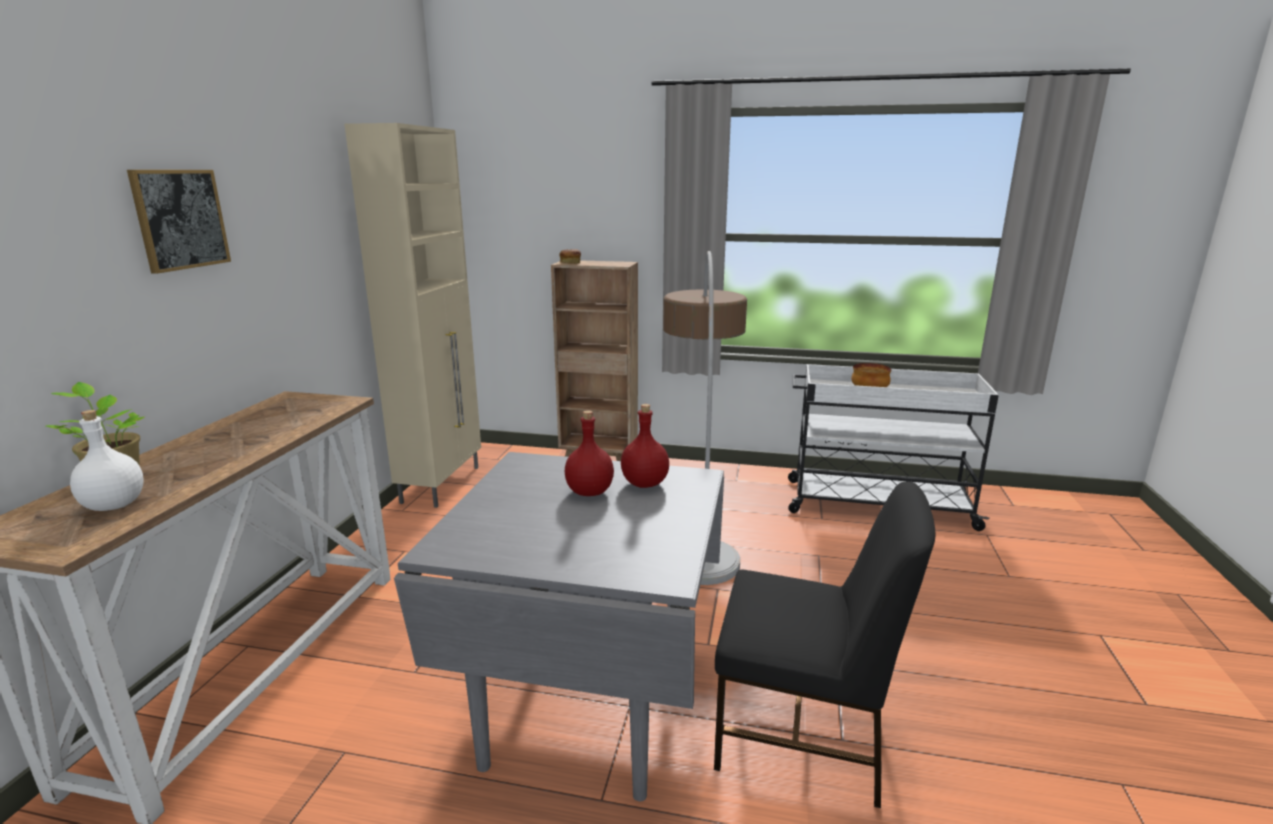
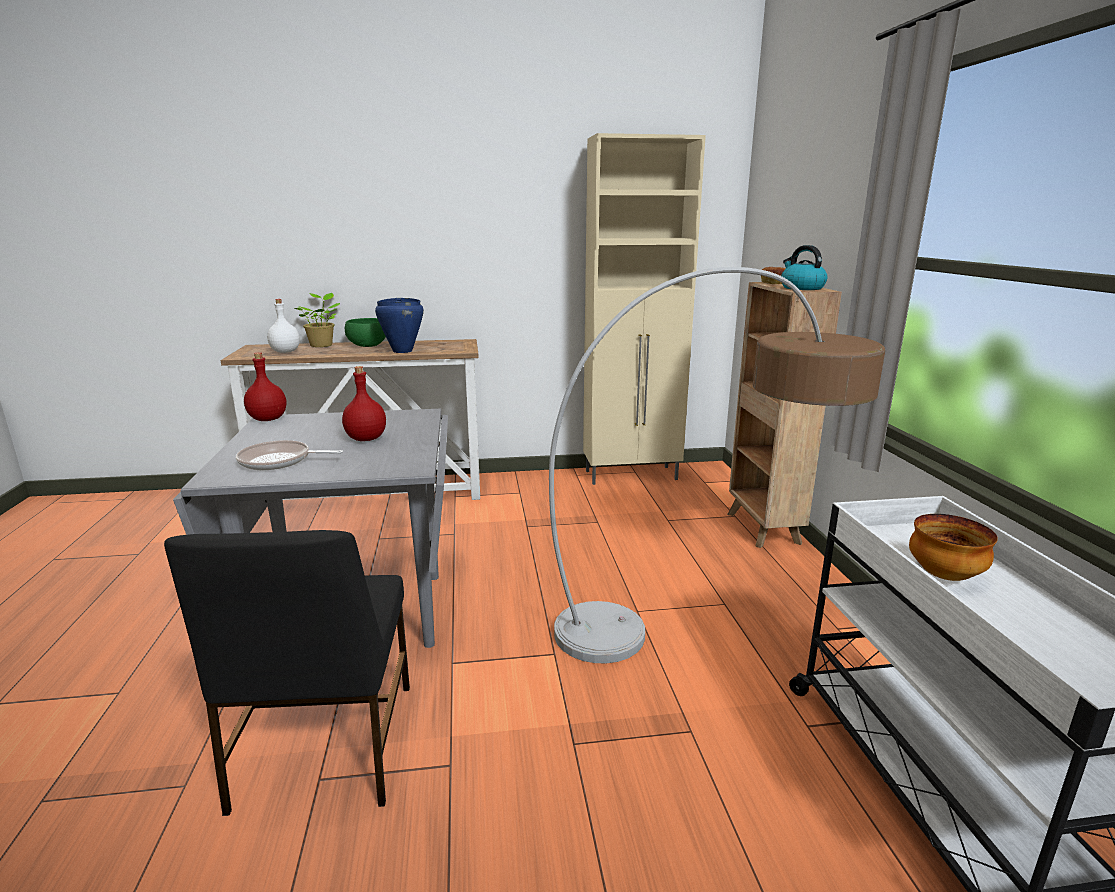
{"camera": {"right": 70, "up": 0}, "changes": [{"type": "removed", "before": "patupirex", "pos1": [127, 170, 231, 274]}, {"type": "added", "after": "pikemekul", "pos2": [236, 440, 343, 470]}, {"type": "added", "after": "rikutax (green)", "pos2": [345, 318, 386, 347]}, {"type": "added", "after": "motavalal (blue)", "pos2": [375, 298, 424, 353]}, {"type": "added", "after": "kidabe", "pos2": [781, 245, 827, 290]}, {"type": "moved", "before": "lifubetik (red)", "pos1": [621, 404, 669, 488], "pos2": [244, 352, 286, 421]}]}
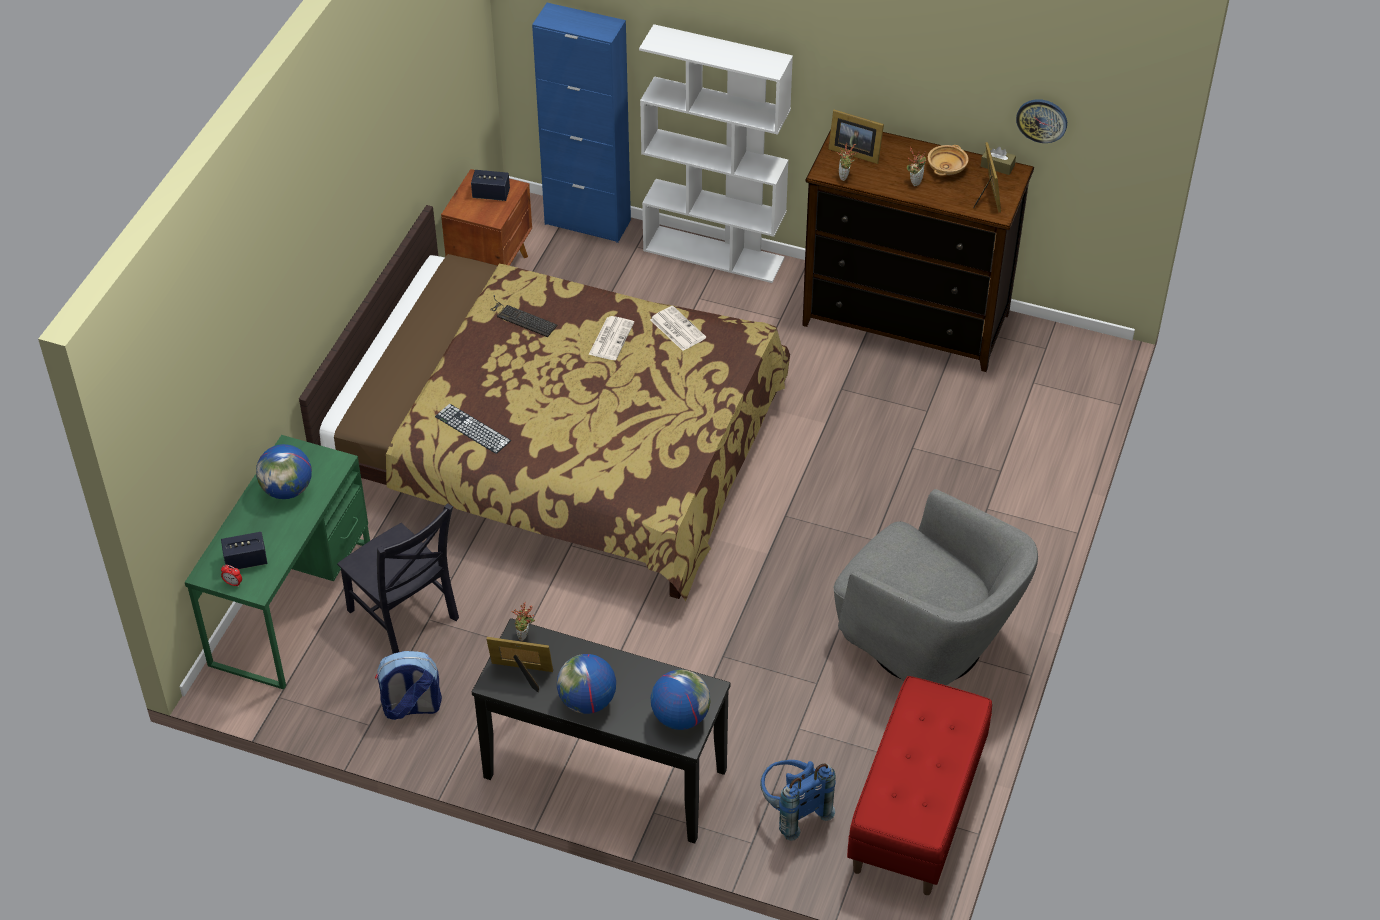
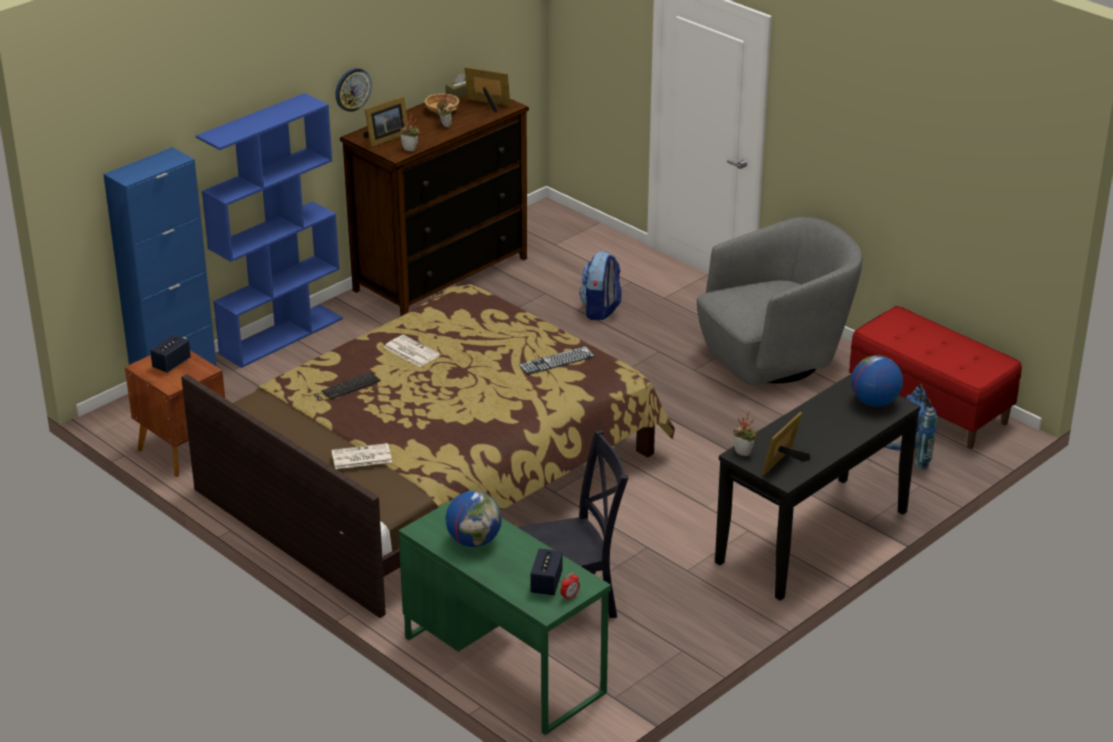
{"camera": {"right": -65, "up": -15}, "changes": [{"type": "removed", "before": "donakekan", "pos1": [557, 654, 616, 714]}, {"type": "moved", "before": "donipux", "pos1": [375, 651, 442, 720], "pos2": [579, 251, 621, 320]}, {"type": "moved", "before": "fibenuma", "pos1": [435, 404, 511, 454], "pos2": [519, 346, 595, 375]}, {"type": "moved", "before": "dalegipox", "pos1": [650, 306, 706, 351], "pos2": [332, 443, 392, 469]}, {"type": "moved", "before": "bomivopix", "pos1": [1016, 99, 1067, 143], "pos2": [335, 68, 372, 112]}, {"type": "recoloured", "before": "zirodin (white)", "after": "zirodin (blue)", "pos1": [639, 24, 793, 283], "pos2": [196, 93, 343, 368]}]}
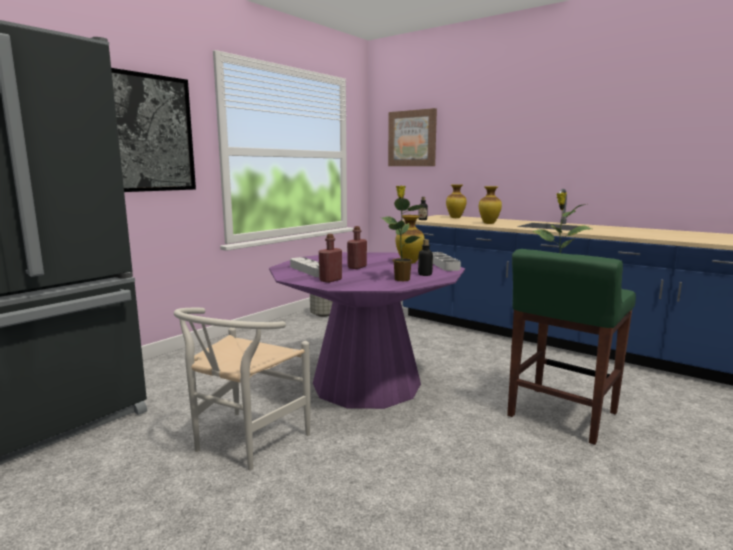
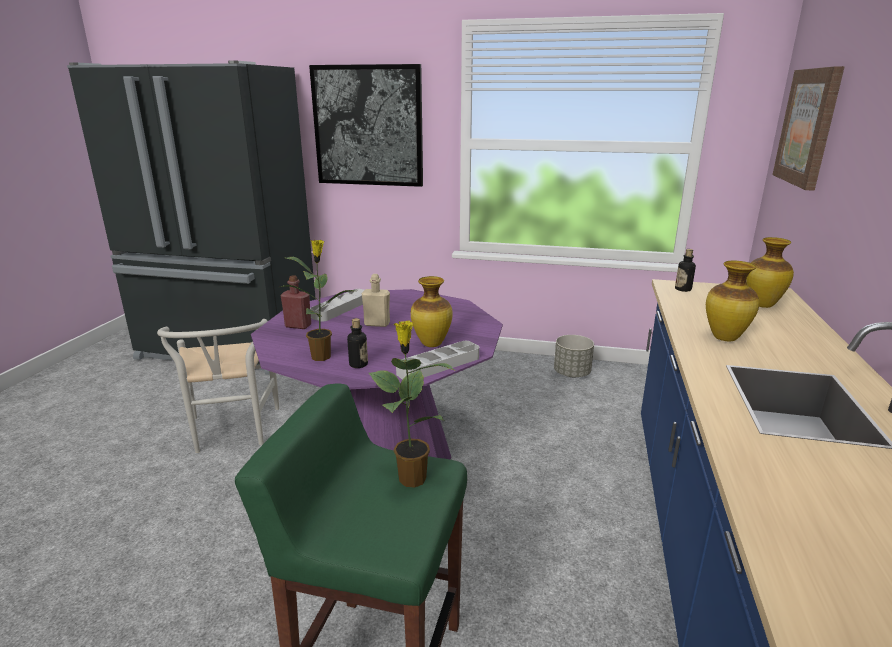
{"camera": {"right": 65, "up": 10}, "changes": [{"type": "recoloured", "before": "lifubetik (red)", "after": "lifubetik (beige)", "pos1": [347, 226, 367, 269], "pos2": [362, 274, 390, 327]}, {"type": "turned", "before": "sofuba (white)", "pos1": [174, 308, 310, 470], "pos2": [157, 319, 279, 453], "turn": -105}]}
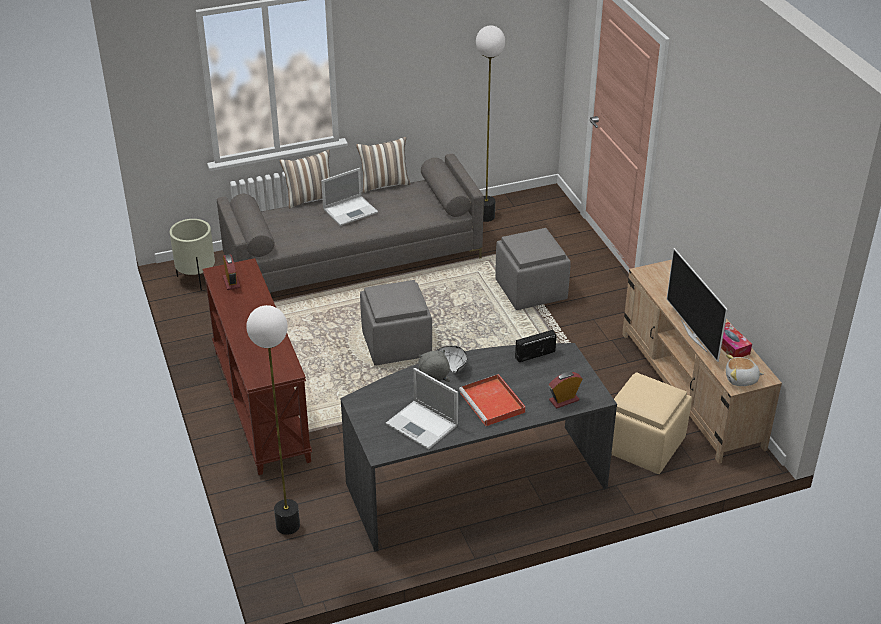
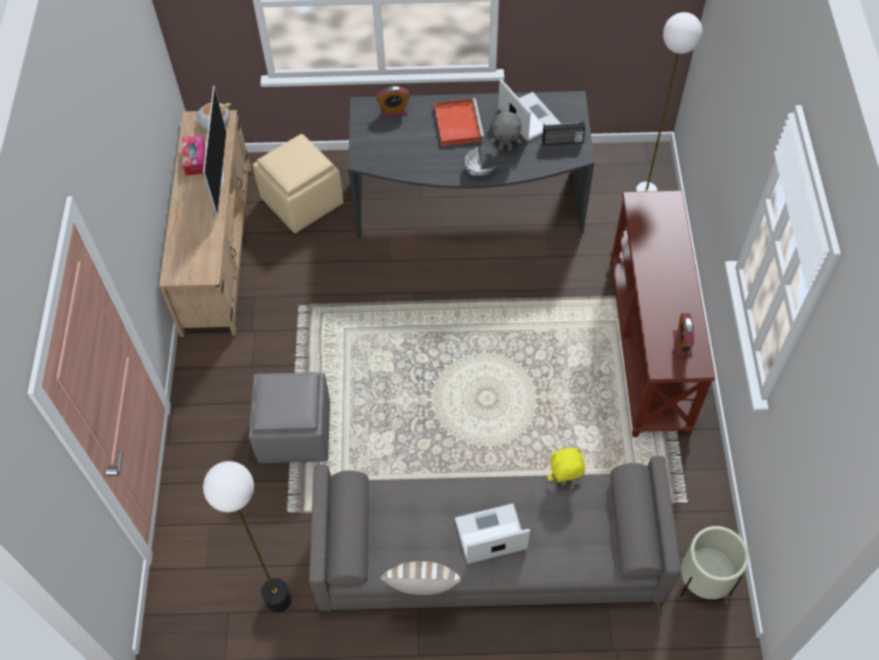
{"camera": {"right": -160, "up": 20}, "changes": [{"type": "removed", "before": "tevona", "pos1": [279, 149, 330, 209]}, {"type": "removed", "before": "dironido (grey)", "pos1": [360, 280, 432, 366]}, {"type": "added", "after": "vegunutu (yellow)", "pos2": [547, 448, 585, 483]}, {"type": "moved", "before": "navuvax", "pos1": [515, 330, 557, 362], "pos2": [542, 121, 585, 146]}]}
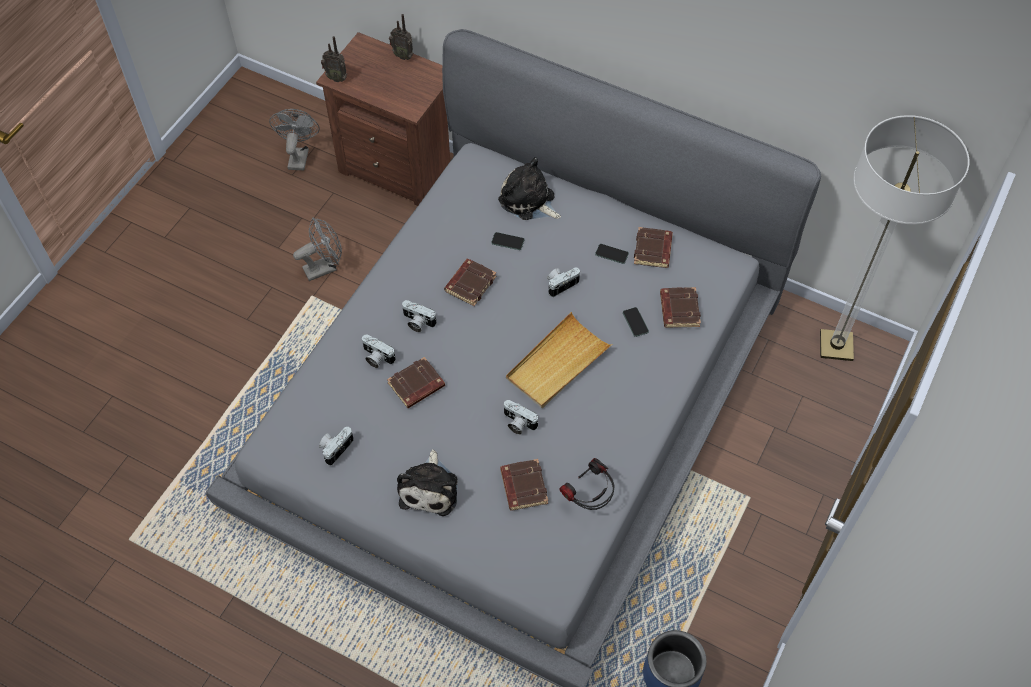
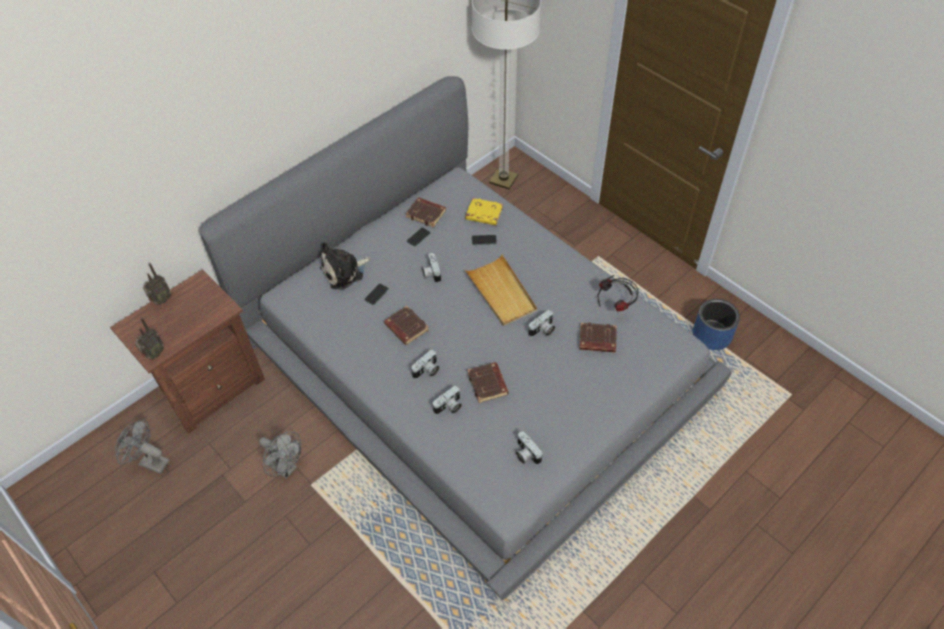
{"camera": {"right": -70, "up": -5}, "changes": [{"type": "removed", "before": "vegunutu", "pos1": [397, 450, 458, 516]}, {"type": "recoloured", "before": "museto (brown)", "after": "museto (yellow)", "pos1": [660, 287, 701, 328], "pos2": [465, 198, 503, 225]}, {"type": "turned", "before": "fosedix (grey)", "pos1": [293, 218, 342, 281], "pos2": [259, 431, 301, 478], "turn": 135}]}
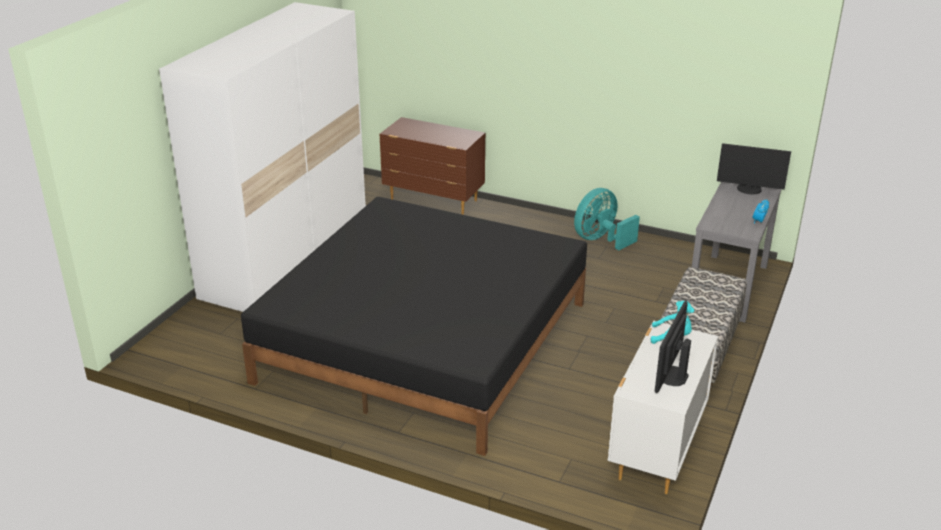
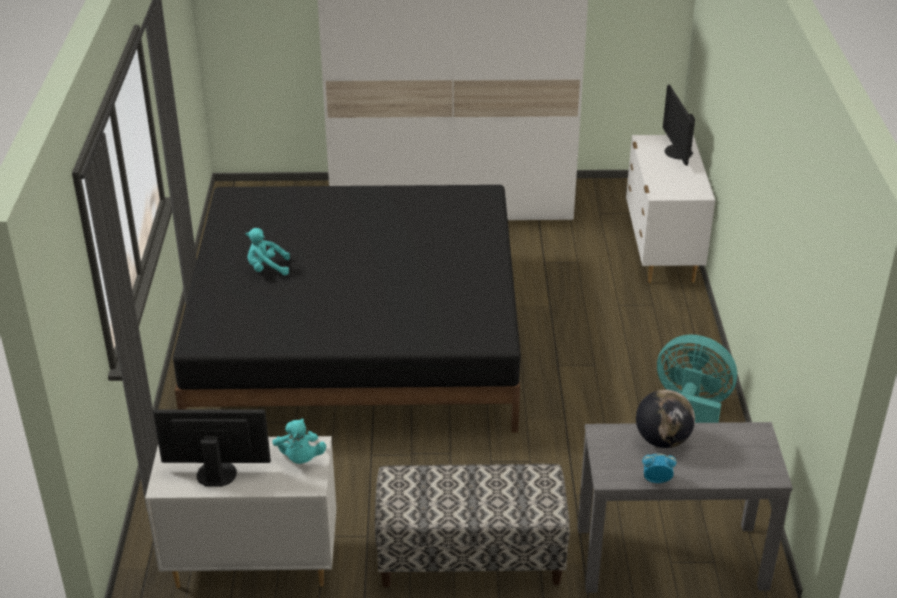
{"camera": {"right": 65, "up": 5}, "changes": [{"type": "added", "after": "vegunutu (turquoise)", "pos2": [246, 228, 290, 275]}, {"type": "added", "after": "donakekan", "pos2": [636, 389, 695, 448]}, {"type": "moved", "before": "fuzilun", "pos1": [717, 143, 791, 195], "pos2": [663, 85, 695, 166]}, {"type": "recoloured", "before": "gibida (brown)", "after": "gibida (white)", "pos1": [379, 117, 485, 215], "pos2": [626, 135, 715, 283]}]}
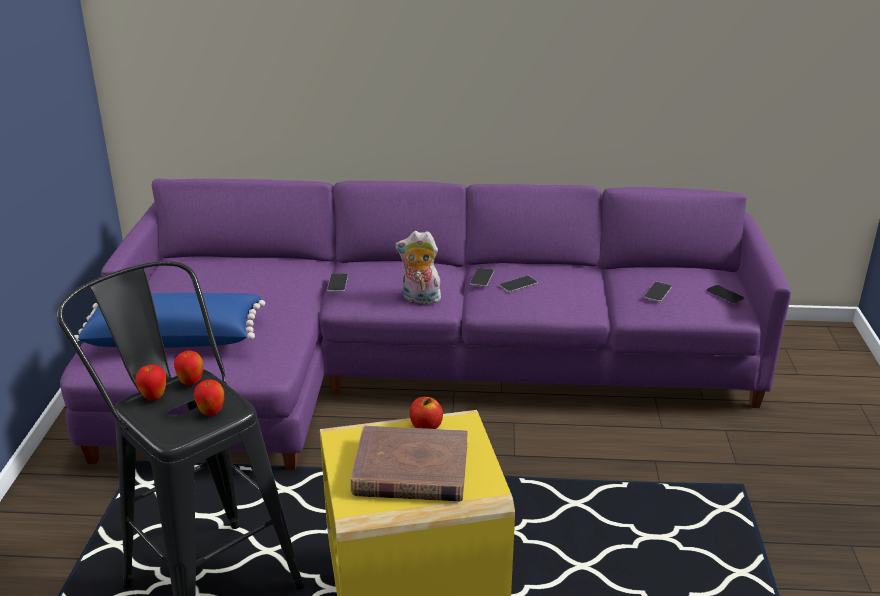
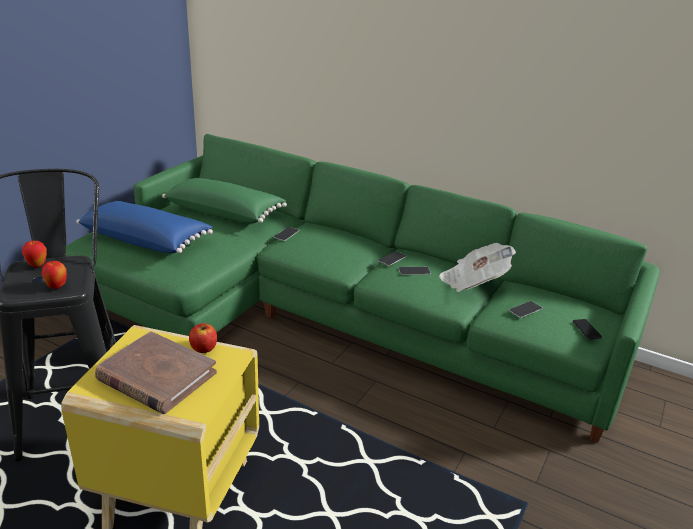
{"camera": {"right": 25, "up": 0}, "changes": [{"type": "removed", "before": "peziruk", "pos1": [174, 350, 203, 386]}, {"type": "removed", "before": "vegunutu", "pos1": [395, 231, 441, 304]}, {"type": "added", "after": "tevona (green)", "pos2": [162, 178, 287, 223]}, {"type": "added", "after": "dalegipox", "pos2": [439, 243, 516, 292]}, {"type": "recoloured", "before": "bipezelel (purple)", "after": "bipezelel (green)", "pos1": [60, 178, 791, 470], "pos2": [65, 134, 660, 443]}]}
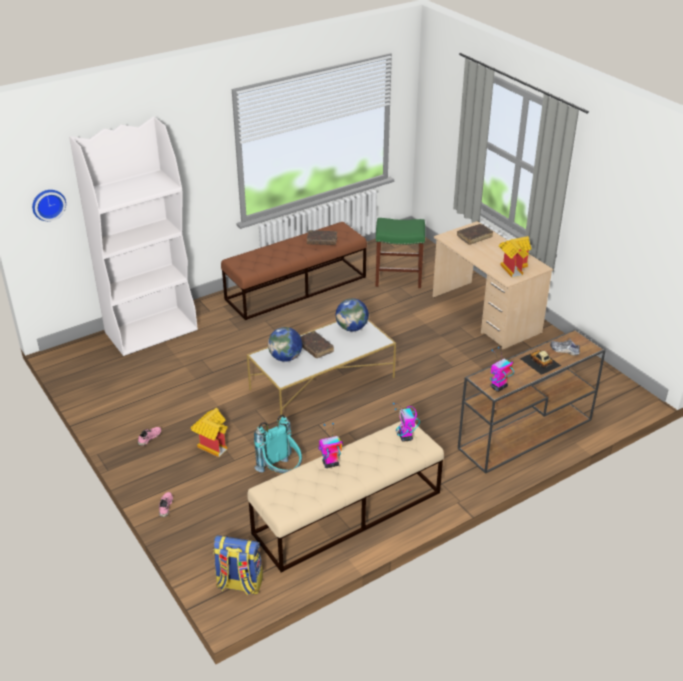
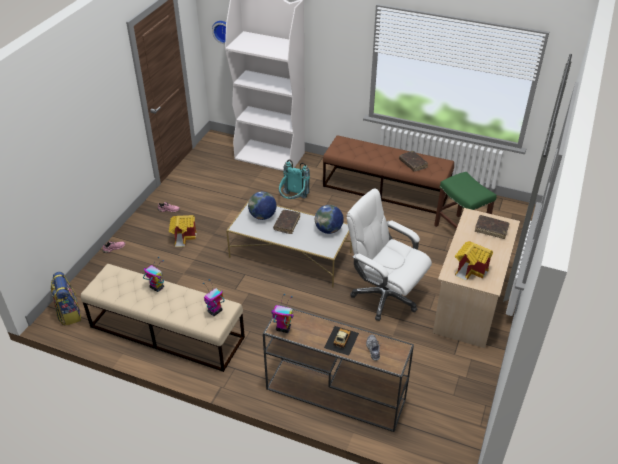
{"camera": {"right": 55, "up": 5}, "changes": [{"type": "added", "after": "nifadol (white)", "pos2": [347, 188, 432, 321]}, {"type": "moved", "before": "donipux (turquoise)", "pos1": [254, 414, 302, 473], "pos2": [279, 159, 310, 199]}]}
